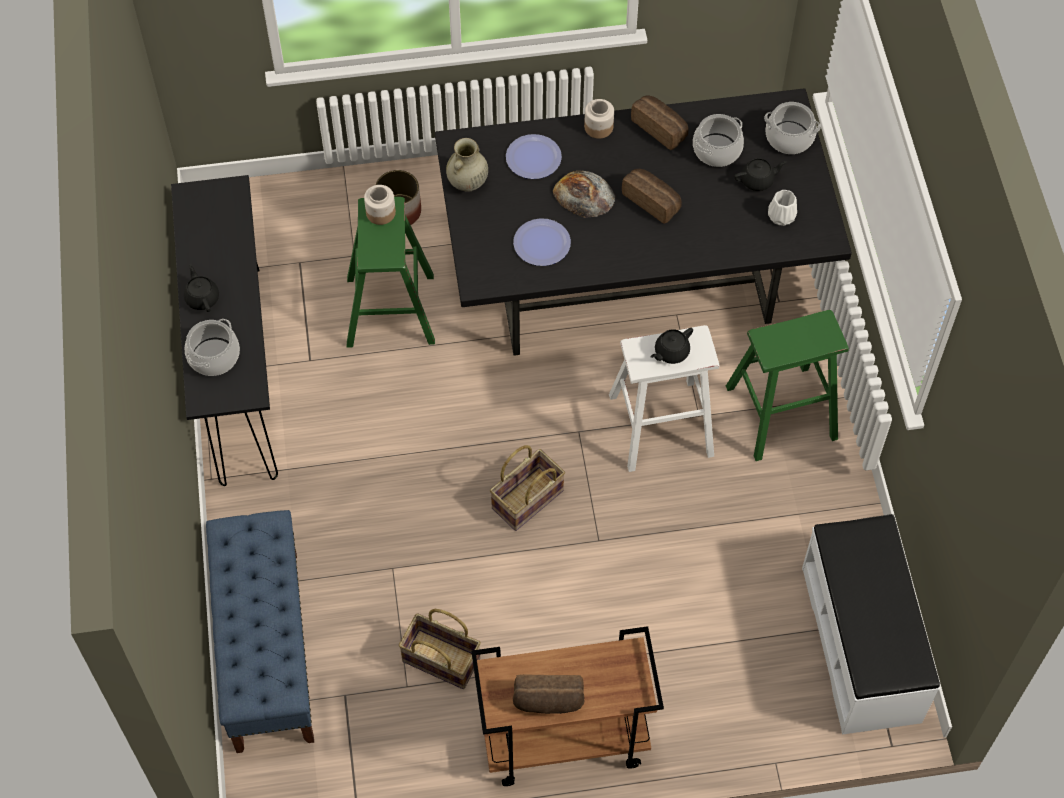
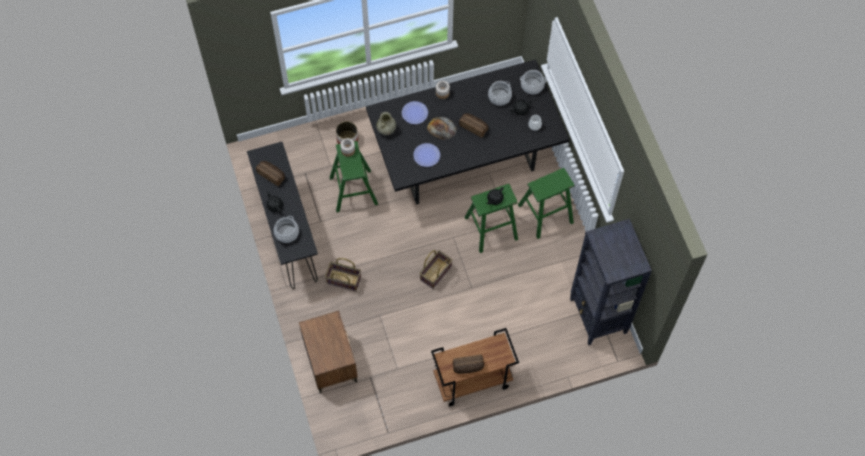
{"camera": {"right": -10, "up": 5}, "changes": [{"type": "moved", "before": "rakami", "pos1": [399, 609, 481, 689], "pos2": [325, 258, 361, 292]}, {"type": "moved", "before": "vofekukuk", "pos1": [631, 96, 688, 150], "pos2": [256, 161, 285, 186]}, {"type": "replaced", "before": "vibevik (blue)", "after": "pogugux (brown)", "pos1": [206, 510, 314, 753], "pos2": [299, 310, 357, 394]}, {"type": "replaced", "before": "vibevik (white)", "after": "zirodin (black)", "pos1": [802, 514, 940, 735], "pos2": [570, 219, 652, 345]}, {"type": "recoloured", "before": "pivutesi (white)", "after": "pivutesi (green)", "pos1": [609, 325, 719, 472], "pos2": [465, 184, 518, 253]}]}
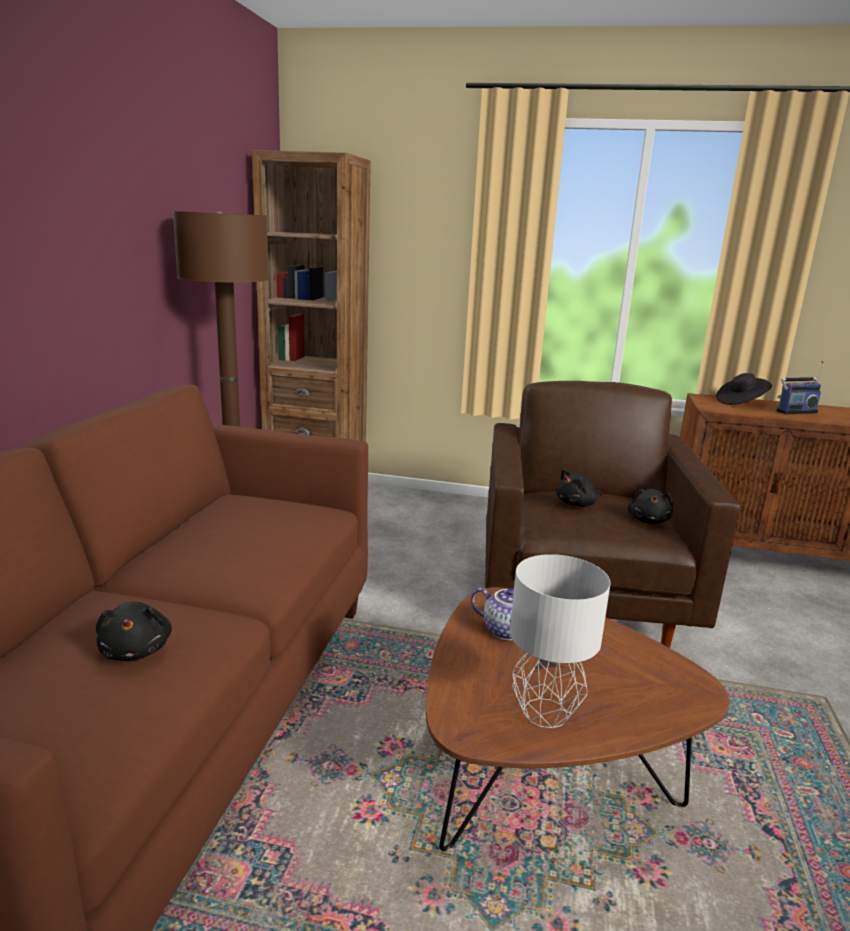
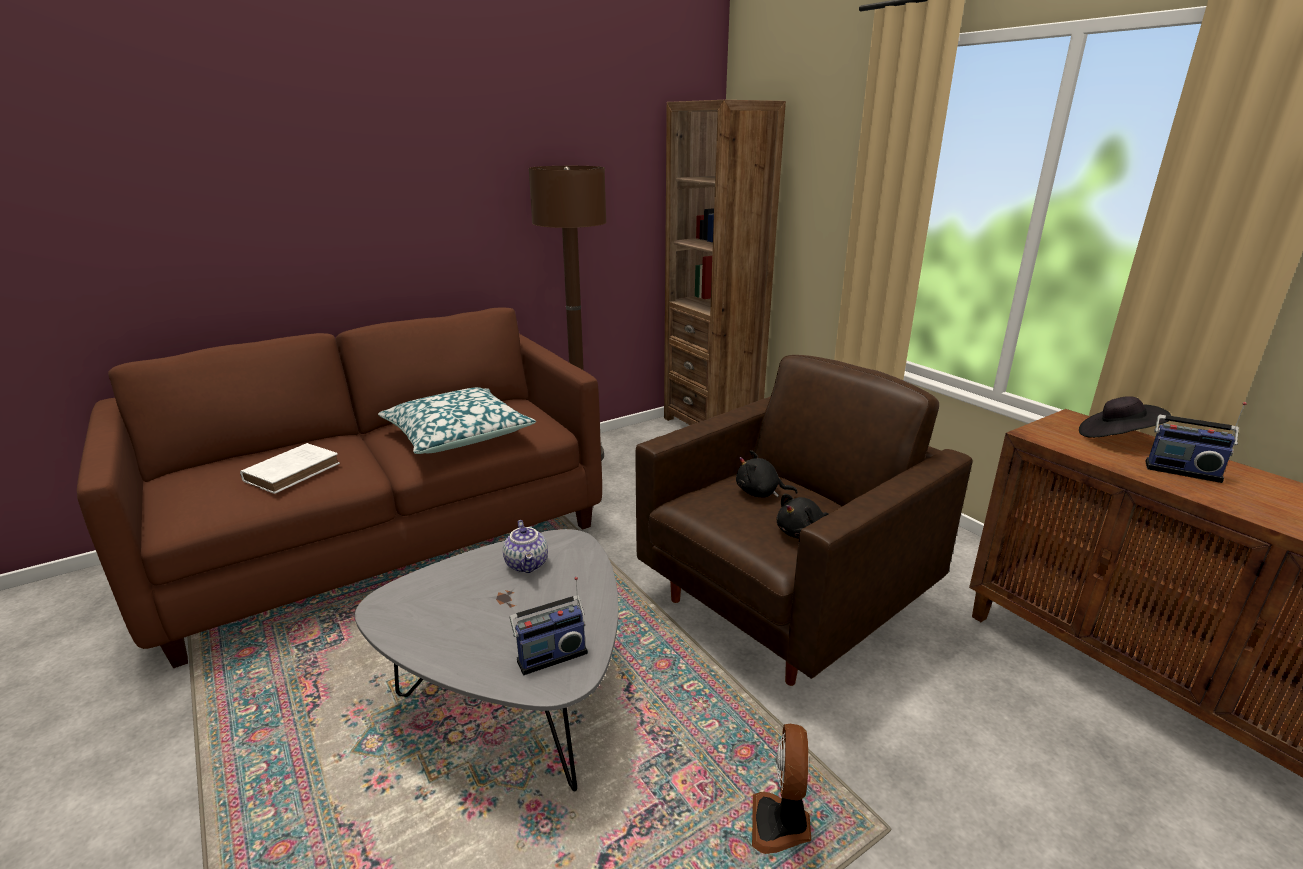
{"camera": {"right": 45, "up": 5}, "changes": [{"type": "removed", "before": "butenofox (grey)", "pos1": [510, 554, 611, 728]}, {"type": "added", "after": "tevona", "pos2": [378, 387, 536, 454]}, {"type": "added", "after": "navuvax", "pos2": [510, 577, 588, 675]}, {"type": "added", "after": "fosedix", "pos2": [752, 724, 811, 854]}, {"type": "replaced", "before": "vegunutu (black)", "after": "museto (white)", "pos1": [96, 601, 172, 661], "pos2": [240, 443, 340, 494]}, {"type": "recoloured", "before": "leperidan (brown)", "after": "leperidan (grey)", "pos1": [425, 587, 729, 851], "pos2": [355, 529, 618, 791]}]}
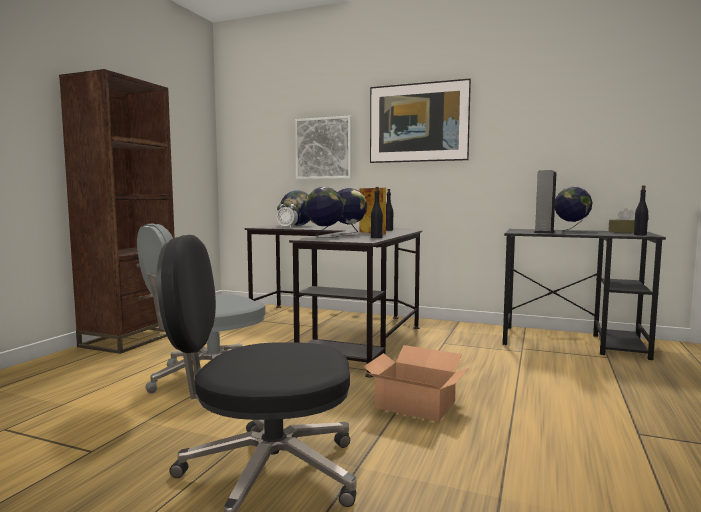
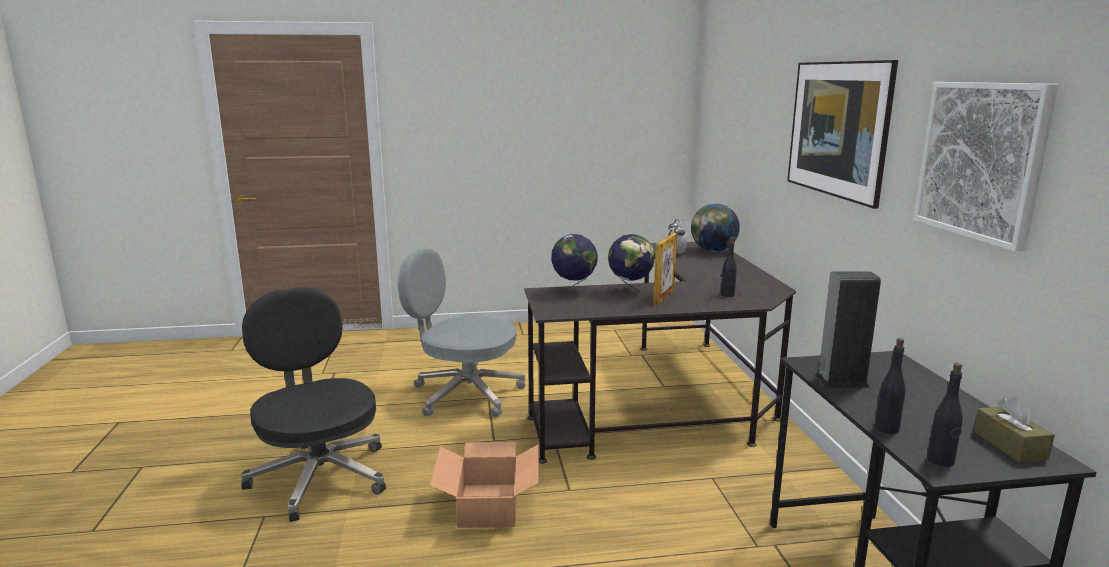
{"camera": {"right": 60, "up": 10}, "changes": [{"type": "removed", "before": "zirodin (brown)", "pos1": [59, 69, 175, 354]}, {"type": "removed", "before": "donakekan", "pos1": [555, 187, 592, 232]}, {"type": "moved", "before": "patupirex", "pos1": [295, 116, 352, 179], "pos2": [913, 82, 1058, 251]}, {"type": "moved", "before": "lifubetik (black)", "pos1": [371, 187, 383, 238], "pos2": [875, 338, 906, 434]}]}
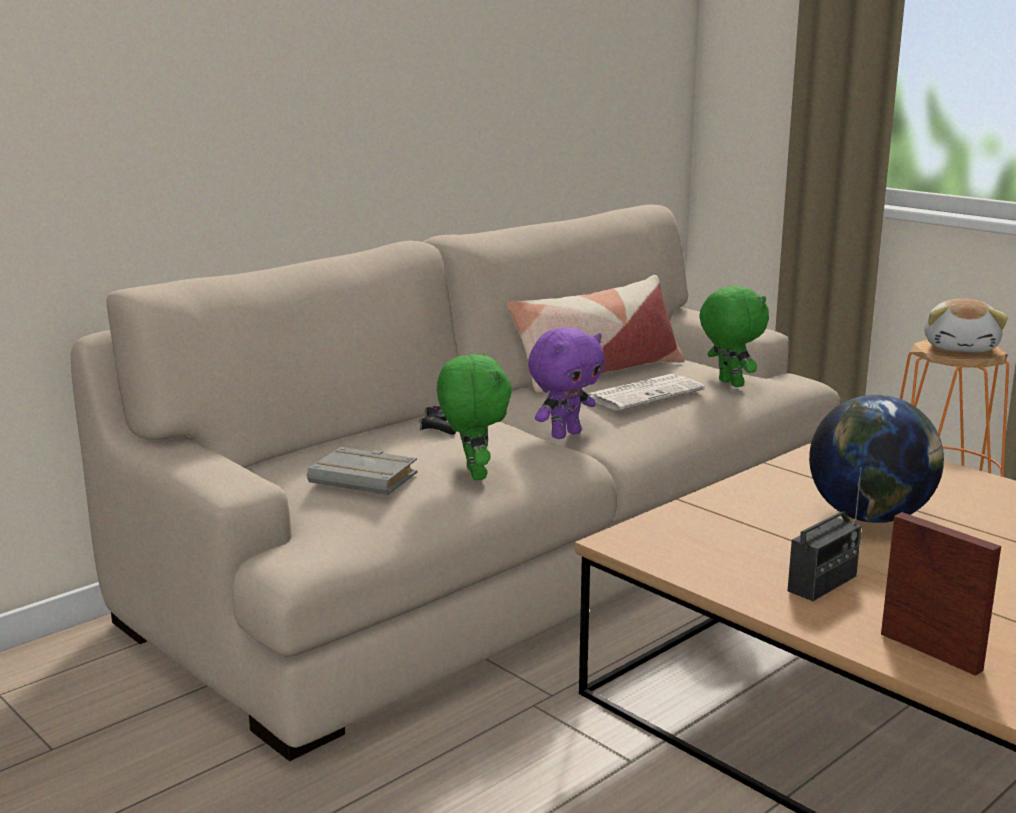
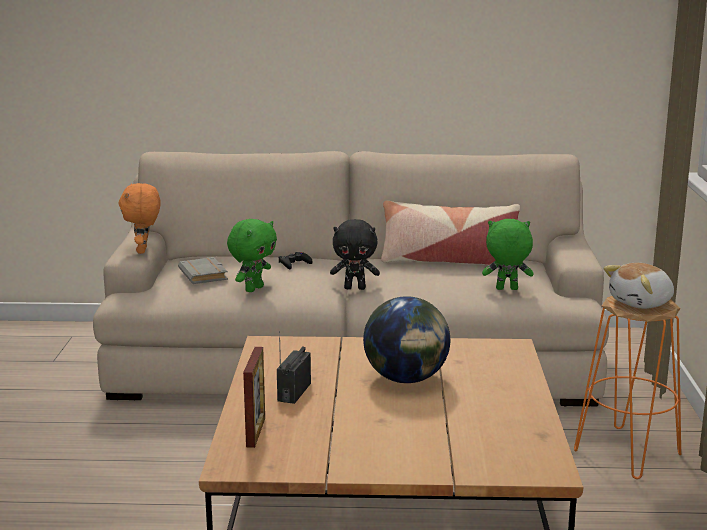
{"camera": {"right": 45, "up": 0}, "changes": [{"type": "removed", "before": "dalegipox", "pos1": [587, 374, 705, 411]}, {"type": "added", "after": "vegunutu (orange)", "pos2": [118, 183, 160, 254]}, {"type": "recoloured", "before": "vegunutu (purple)", "after": "vegunutu (black)", "pos1": [528, 327, 605, 439], "pos2": [330, 219, 380, 290]}, {"type": "turned", "before": "vegunutu (green)", "pos1": [699, 285, 769, 387], "pos2": [482, 219, 534, 290], "turn": -105}, {"type": "turned", "before": "navuvax", "pos1": [788, 467, 862, 601], "pos2": [277, 331, 311, 404], "turn": 105}]}
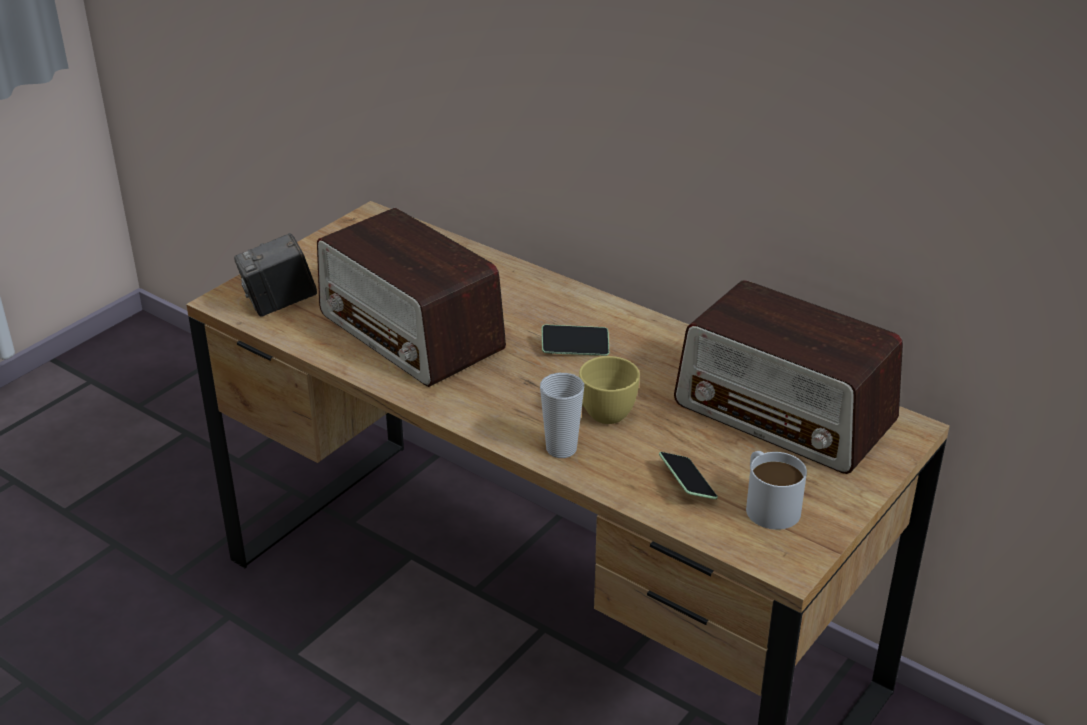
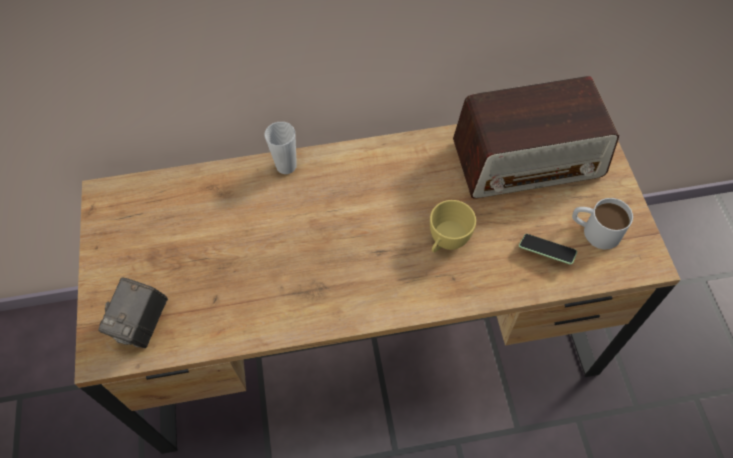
{"camera": {"right": -45, "up": 25}, "changes": [{"type": "removed", "before": "navuvax", "pos1": [317, 208, 506, 387]}, {"type": "removed", "before": "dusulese", "pos1": [542, 325, 609, 356]}, {"type": "moved", "before": "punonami", "pos1": [540, 373, 584, 458], "pos2": [264, 122, 297, 174]}]}
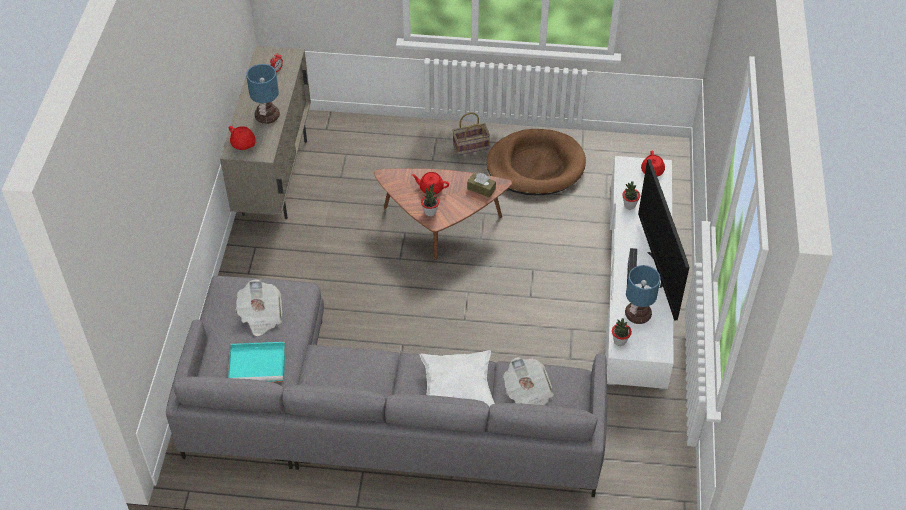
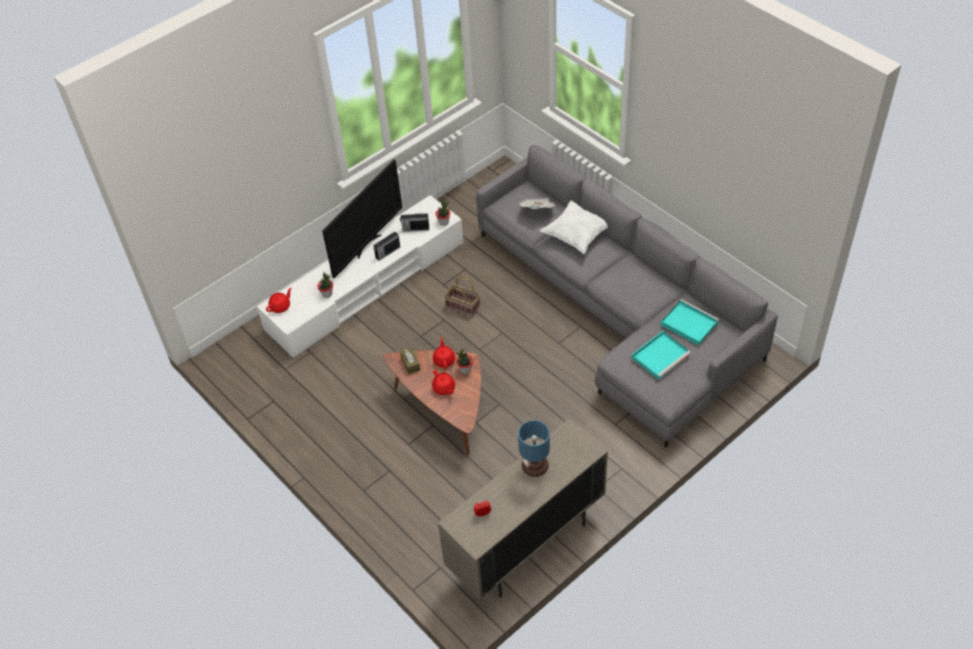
{"camera": {"right": -135, "up": 0}, "changes": [{"type": "removed", "before": "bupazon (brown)", "pos1": [486, 129, 586, 195]}, {"type": "moved", "before": "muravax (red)", "pos1": [229, 126, 257, 150], "pos2": [433, 337, 455, 369]}, {"type": "moved", "before": "rakami", "pos1": [452, 112, 490, 155], "pos2": [444, 276, 480, 317]}, {"type": "replaced", "before": "dalegipox", "after": "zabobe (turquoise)", "pos1": [236, 279, 282, 336], "pos2": [631, 331, 691, 380]}, {"type": "replaced", "before": "butenofox", "after": "navuvax", "pos1": [625, 265, 660, 324], "pos2": [400, 212, 429, 232]}]}
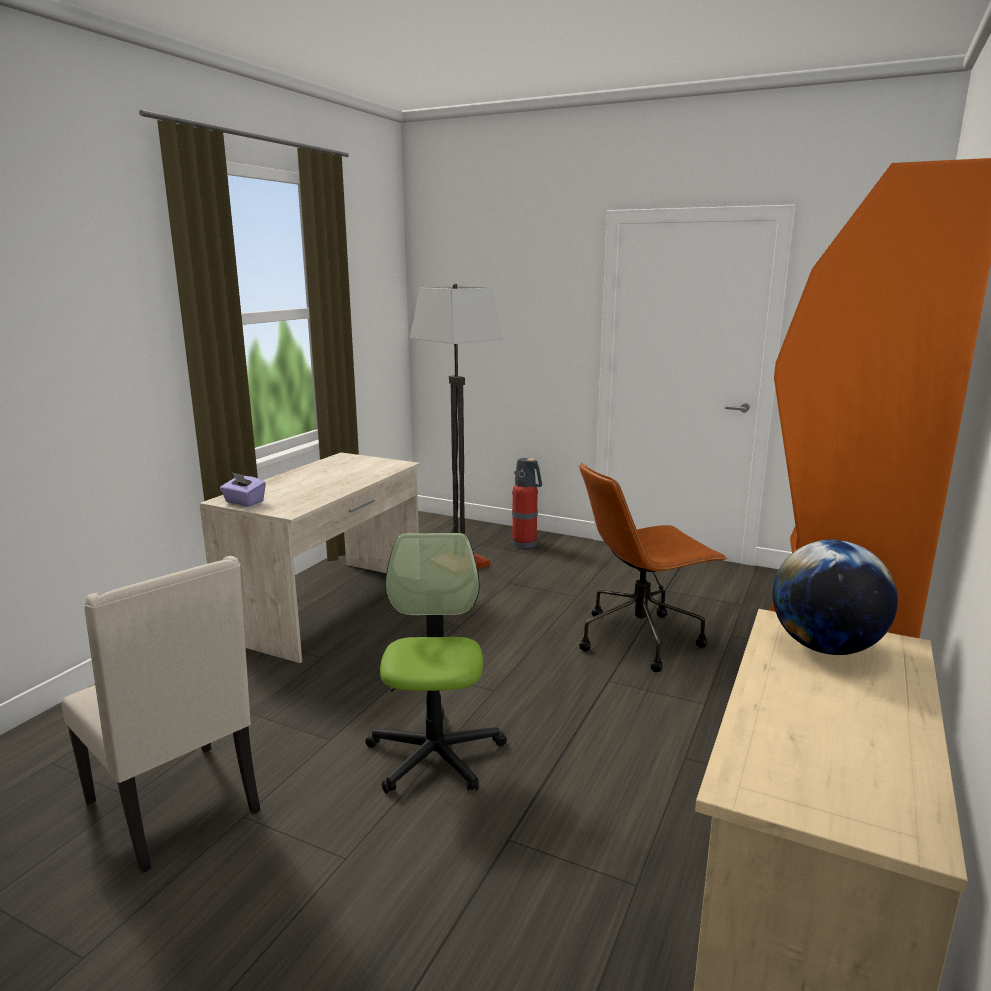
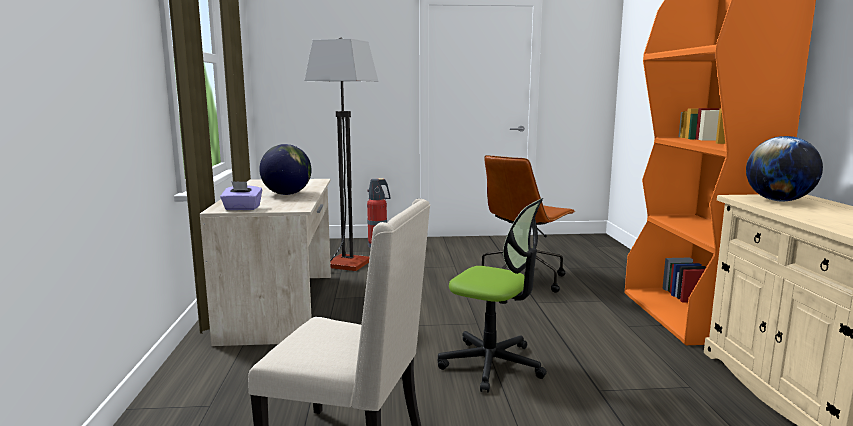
{"camera": {"right": -30, "up": -5}, "changes": [{"type": "added", "after": "donakekan", "pos2": [259, 144, 311, 195]}, {"type": "turned", "before": "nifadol", "pos1": [365, 533, 507, 794], "pos2": [438, 198, 547, 393], "turn": 150}]}
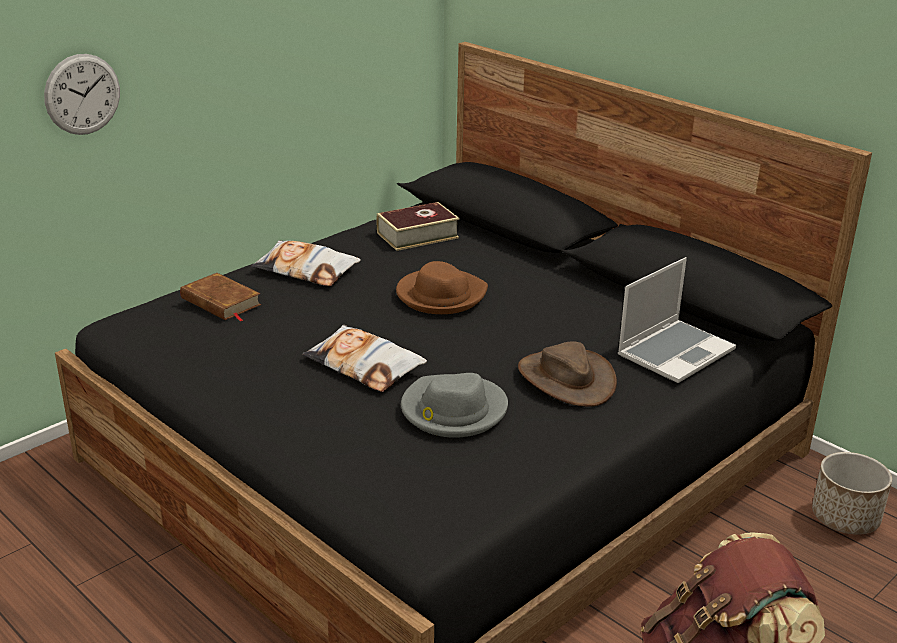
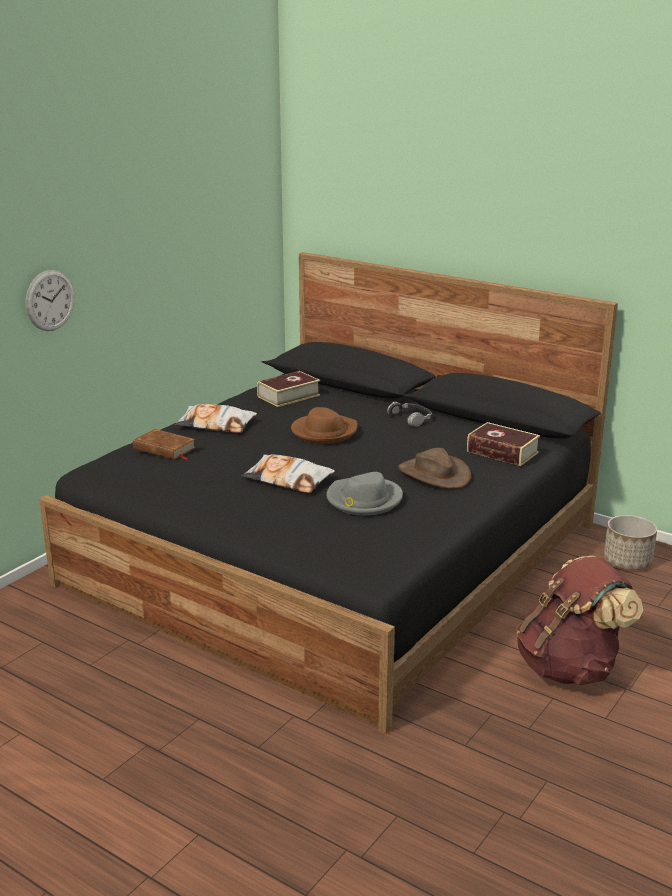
{"camera": {"right": -10, "up": -5}, "changes": [{"type": "added", "after": "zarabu", "pos2": [387, 402, 432, 427]}, {"type": "replaced", "before": "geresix", "after": "museto", "pos1": [618, 257, 736, 383], "pos2": [467, 422, 540, 466]}]}
